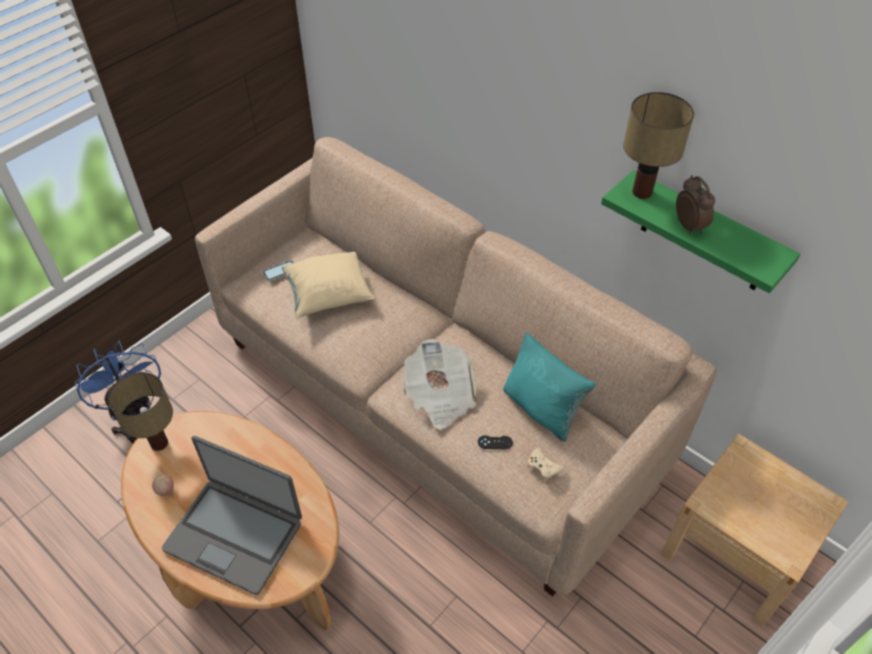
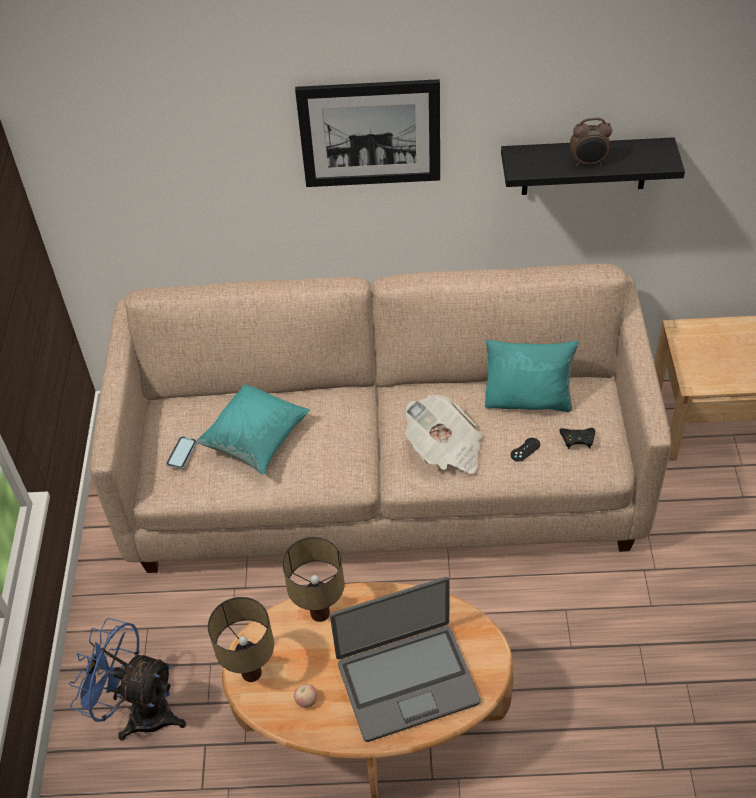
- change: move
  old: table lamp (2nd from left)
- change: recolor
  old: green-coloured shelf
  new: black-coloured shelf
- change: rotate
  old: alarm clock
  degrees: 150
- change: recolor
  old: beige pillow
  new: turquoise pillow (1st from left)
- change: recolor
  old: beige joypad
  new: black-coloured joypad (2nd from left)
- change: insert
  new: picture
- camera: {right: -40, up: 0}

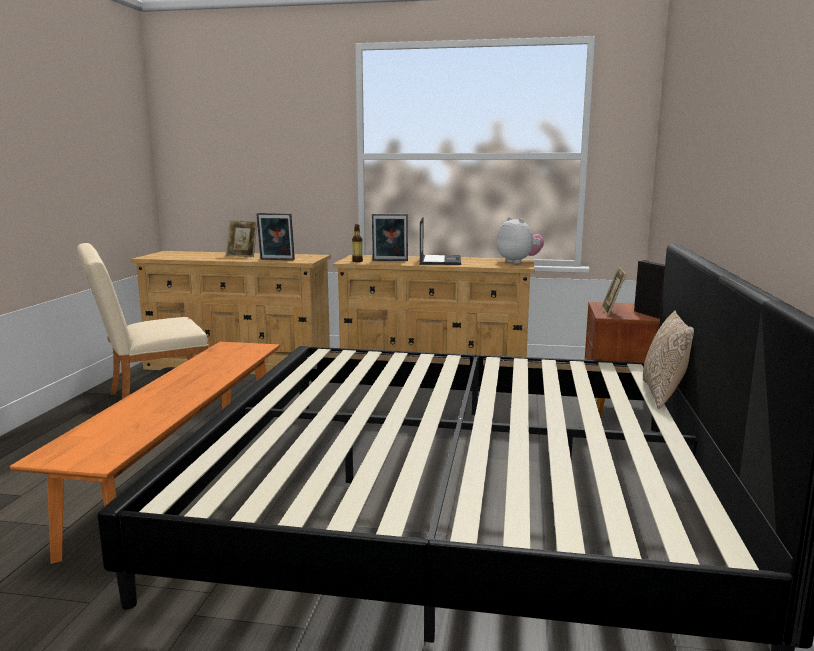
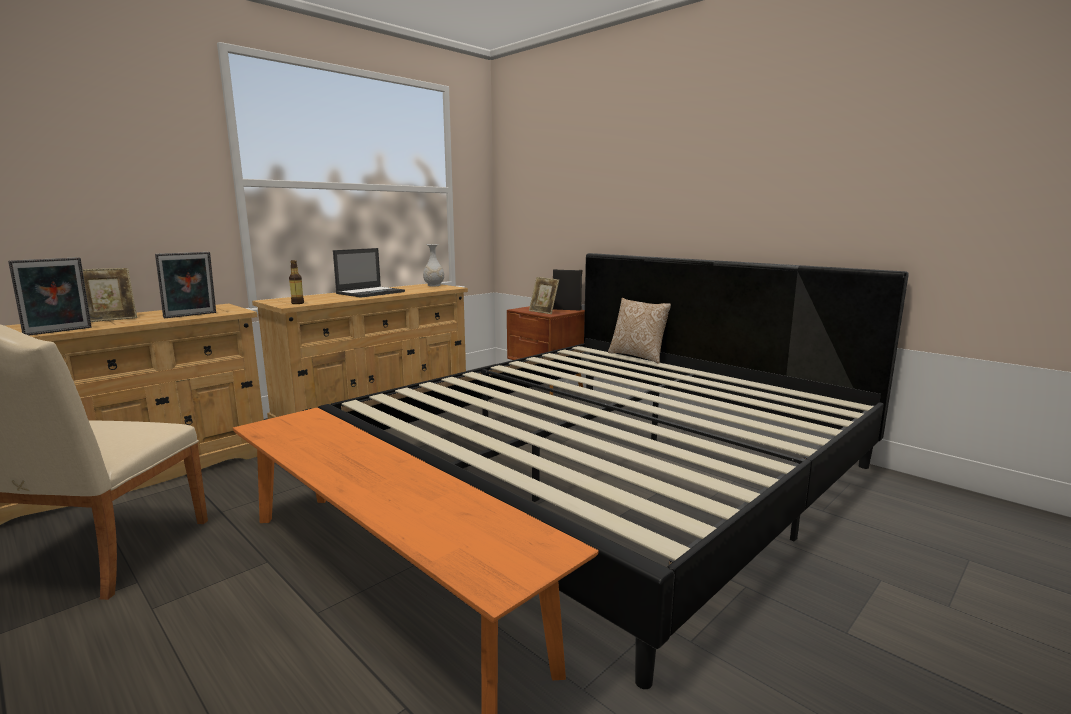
- change: move
  old: photo frame (3rd from left in the first image)
  new: photo frame (1st from left)
- change: rotate
  old: notebook computer
  degrees: 90
- change: replace
  old: soft toy
  new: white-coloured flower vase
- camera: {right: -55, up: 0}

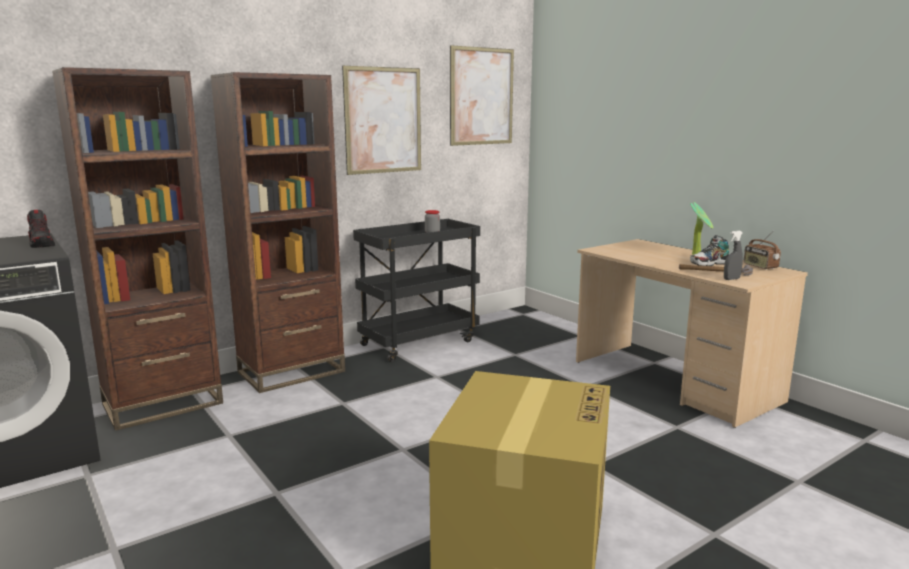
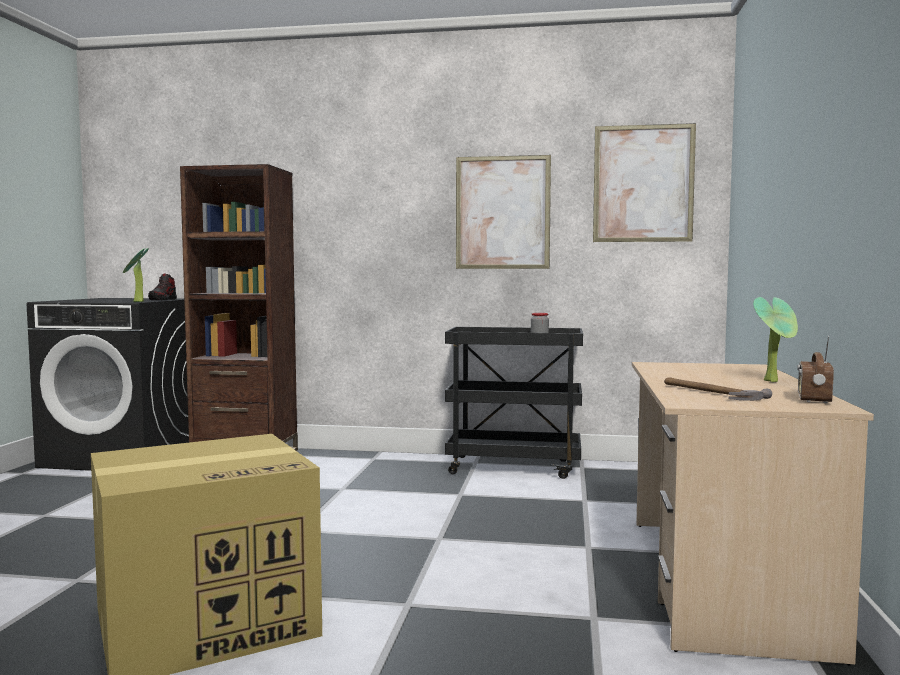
- change: delete
  old: brown-coloured bookcase (2nd from left)
- change: delete
  old: gray spray bottle
- change: delete
  old: item of footwear (2nd from left)
- change: insert
  new: plant in a pot (1st from left)
- camera: {right: 45, up: -10}

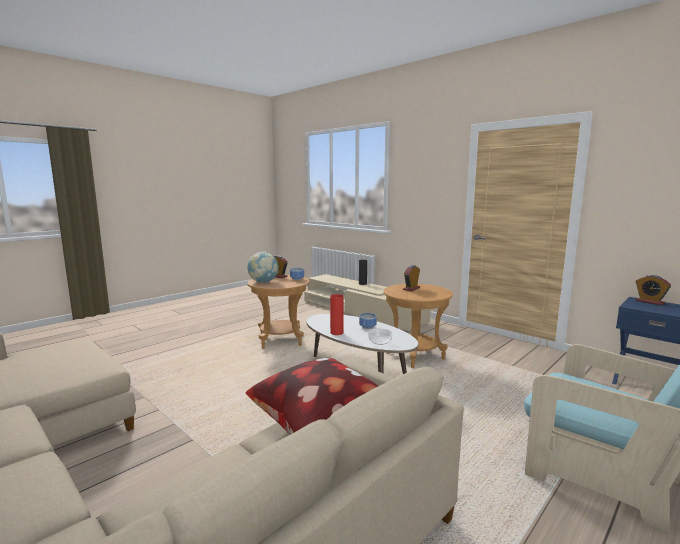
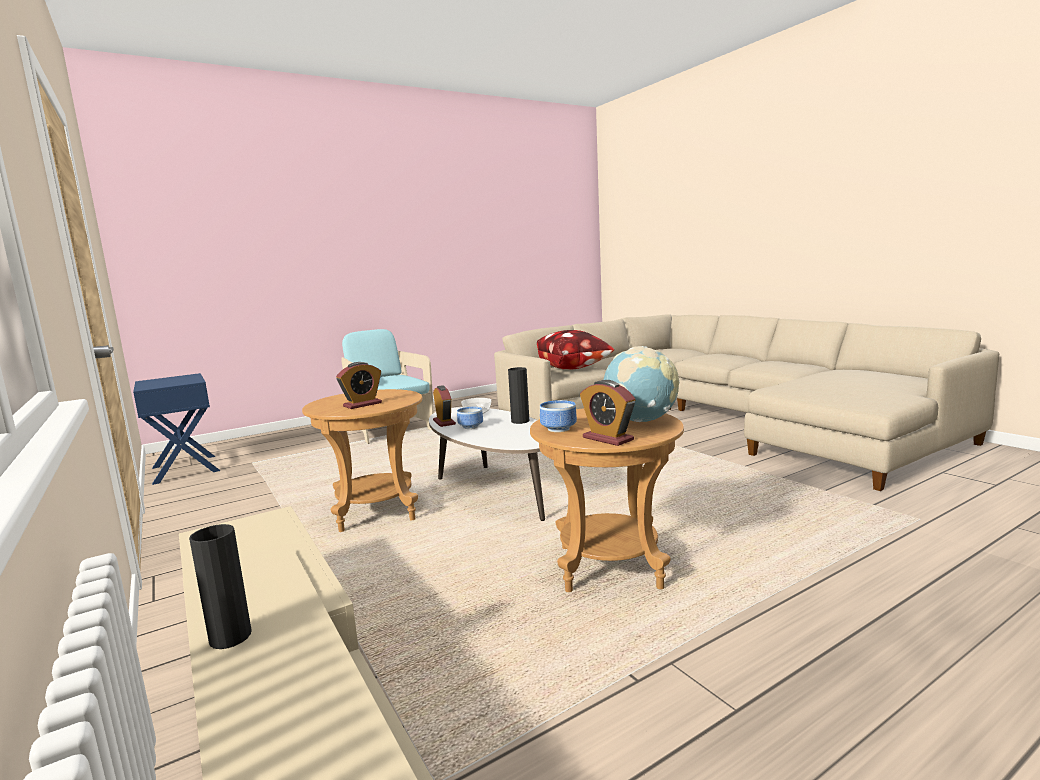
- change: move
  old: alarm clock (3rd from left in the first image)
  new: alarm clock (2nd from left)
- change: recolor
  old: red flower vase
  new: black-coloured flower vase (2nd from left)
- camera: {right: -165, up: 0}

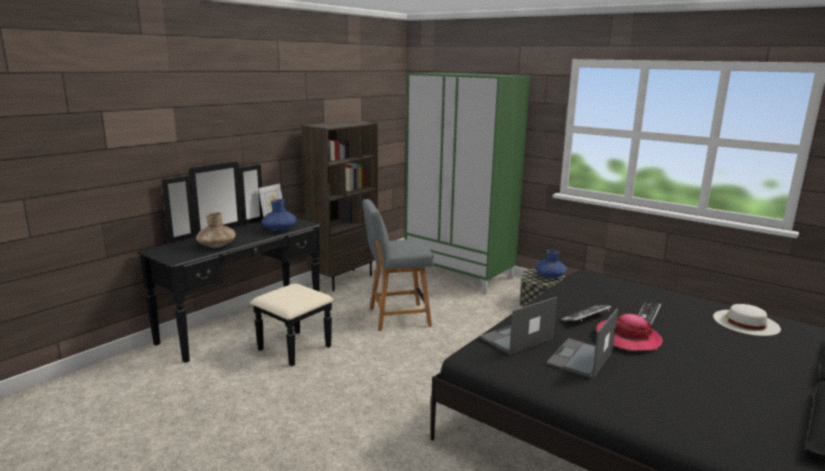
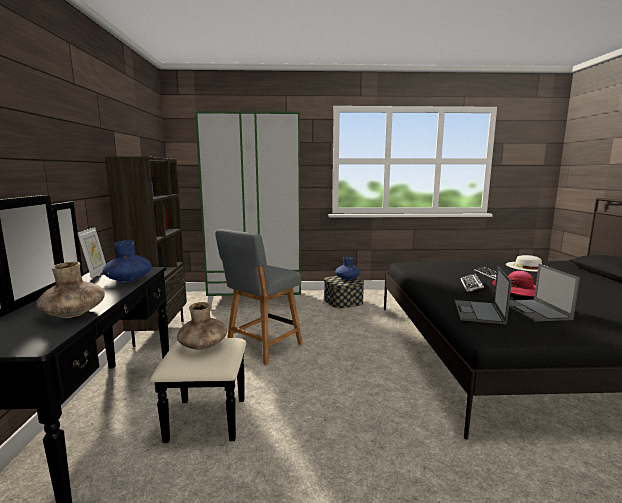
- change: insert
  new: brown-coloured flower vase (2nd from left)
- camera: {right: -40, up: -5}

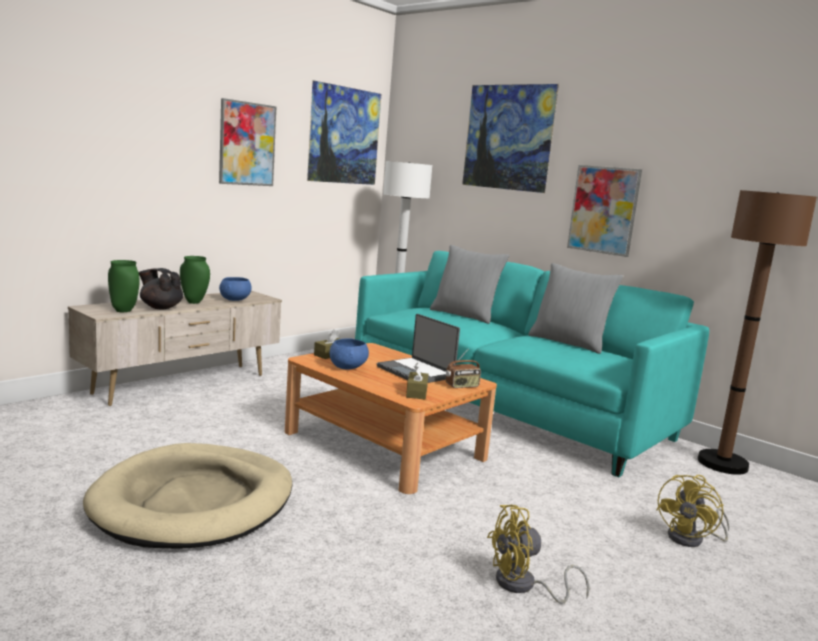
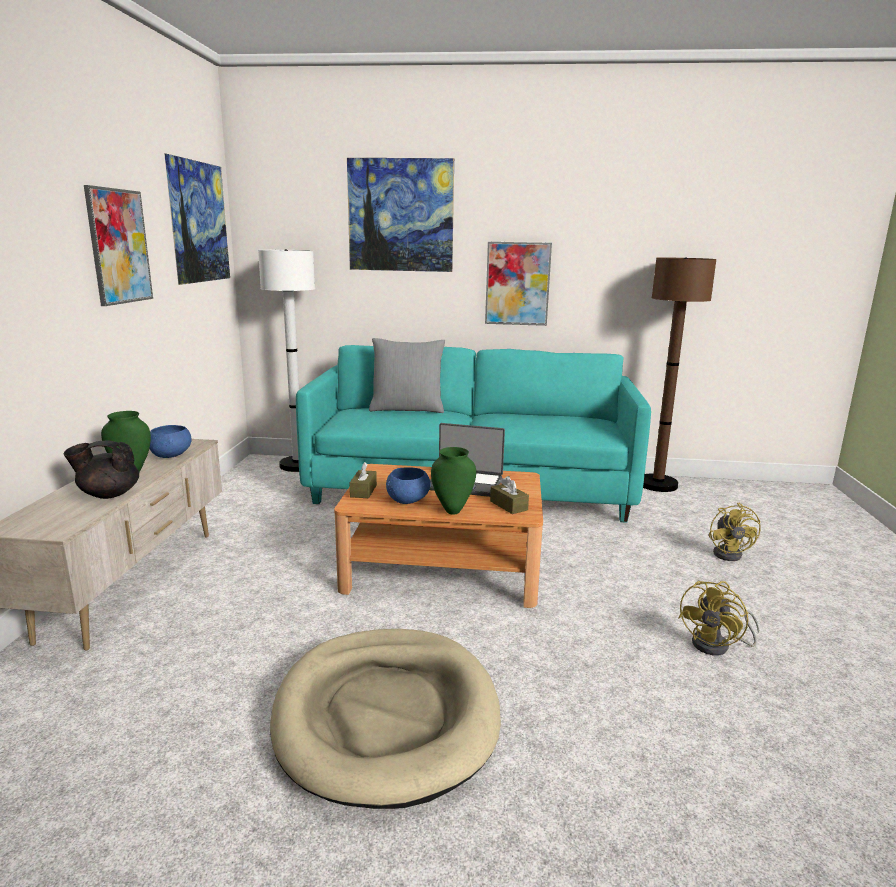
- change: move
  old: green-coloured flower vase (1st from left in the first image)
  new: green-coloured flower vase (2nd from left)
- change: delete
  old: gray pillow (2nd from left)
- change: delete
  old: radio set
- camera: {right: -35, up: 5}

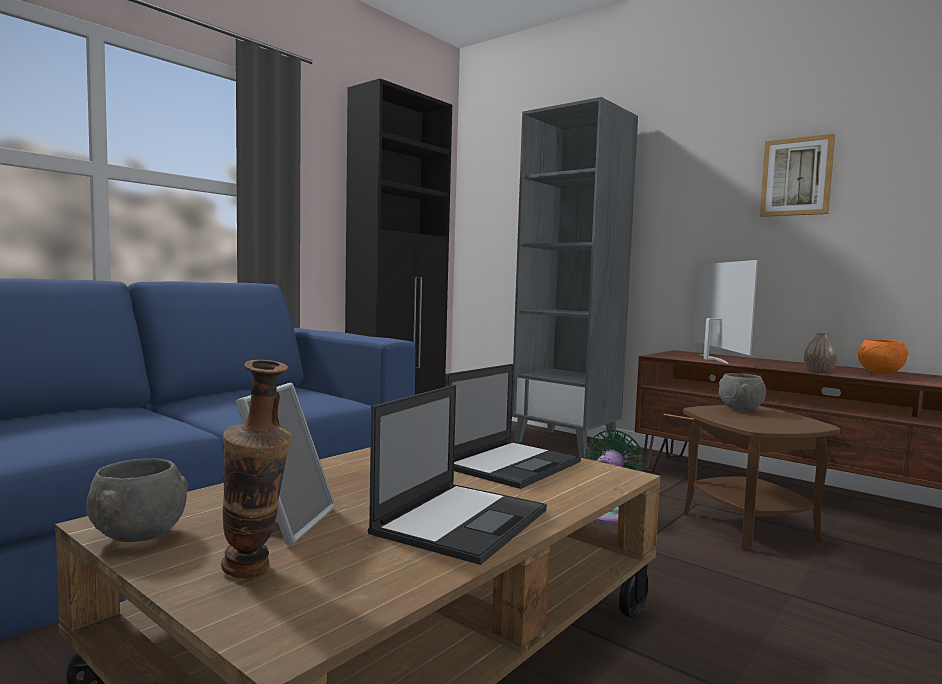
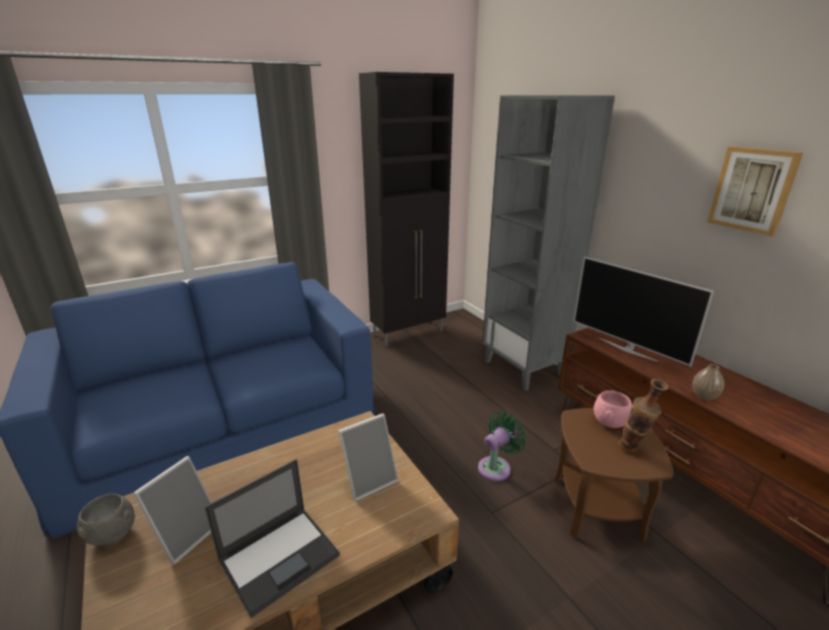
- change: rotate
  old: television
  degrees: 120
- change: delete
  old: orangey bowl
- change: move
  old: flower vase (1st from left)
- change: replace
  old: notebook computer (2nd from left)
  new: photo frame (2nd from left)
- change: recolor
  old: gray bowl (2nd from left)
  new: pink-coloured bowl
- camera: {right: 20, up: 20}

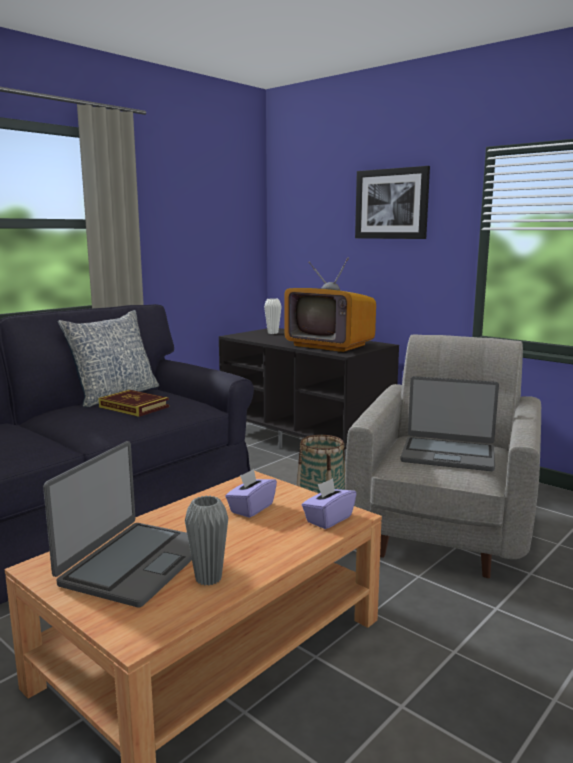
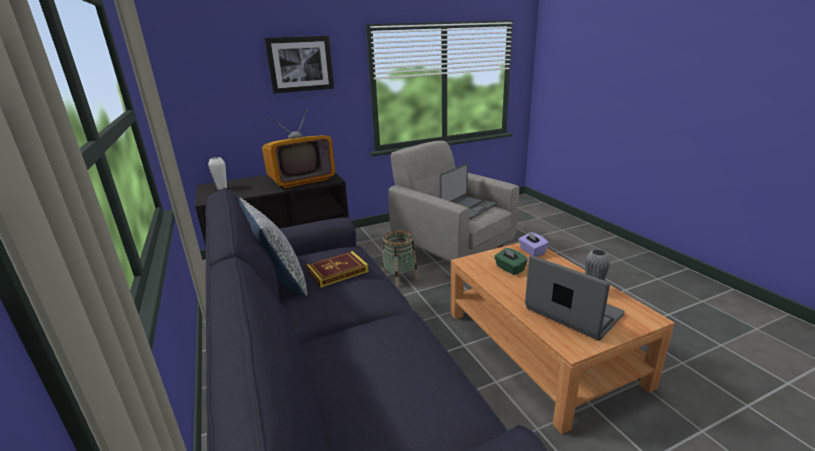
- change: recolor
  old: purple tissue box (1st from left)
  new: green-coloured tissue box
- camera: {right: -65, up: 10}

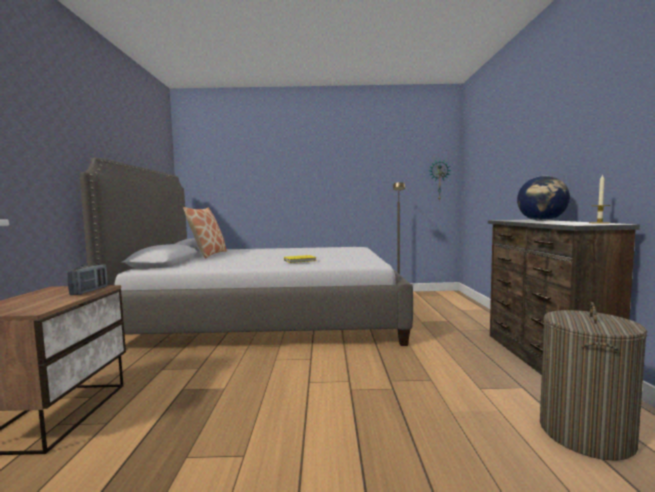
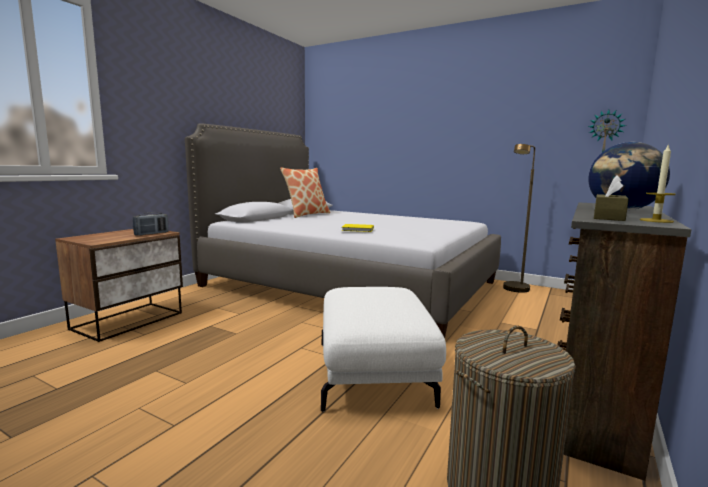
- change: insert
  new: brown-coloured tissue box
- change: insert
  new: white-coloured ottoman
- camera: {right: 30, up: 5}

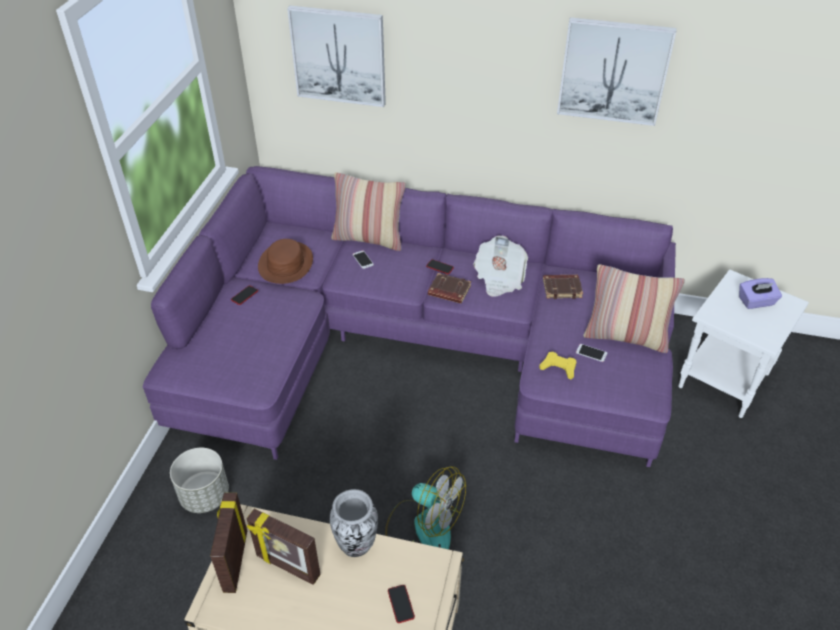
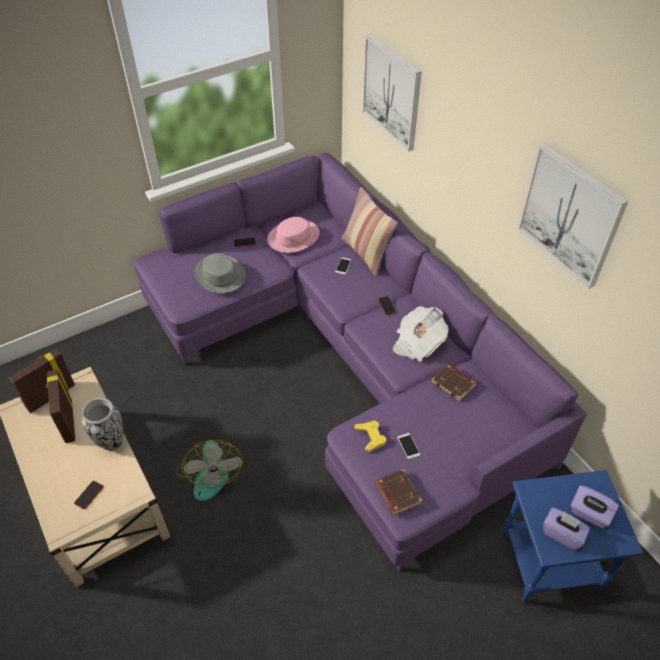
- change: recolor
  old: brown-coloured hat
  new: pink-coloured hat
- change: delete
  old: pillow (2nd from left)
- change: recolor
  old: white-coloured accent table
  new: blue accent table
- change: move
  old: brown-coloured book (1st from left)
- change: delete
  old: gray planter
- change: insert
  new: gray hat
- change: insert
  new: purple tissue box (1st from left)
- camera: {right: 45, up: 5}

